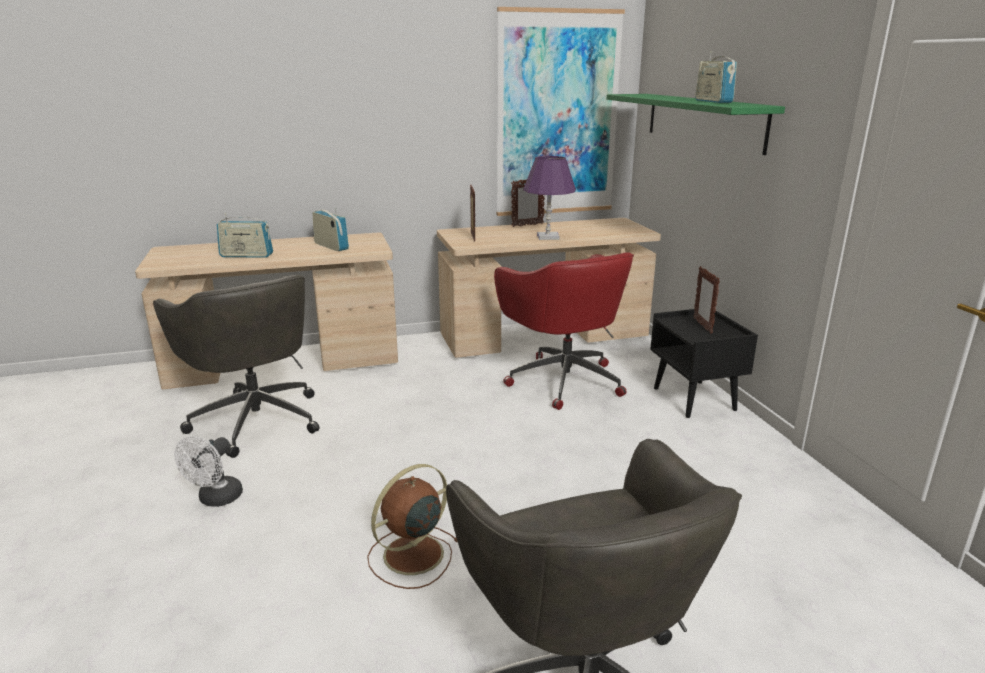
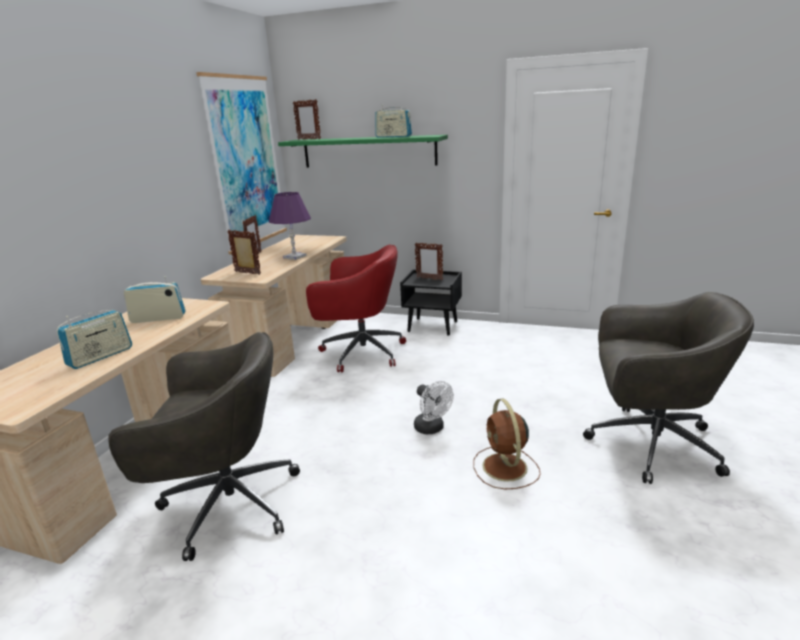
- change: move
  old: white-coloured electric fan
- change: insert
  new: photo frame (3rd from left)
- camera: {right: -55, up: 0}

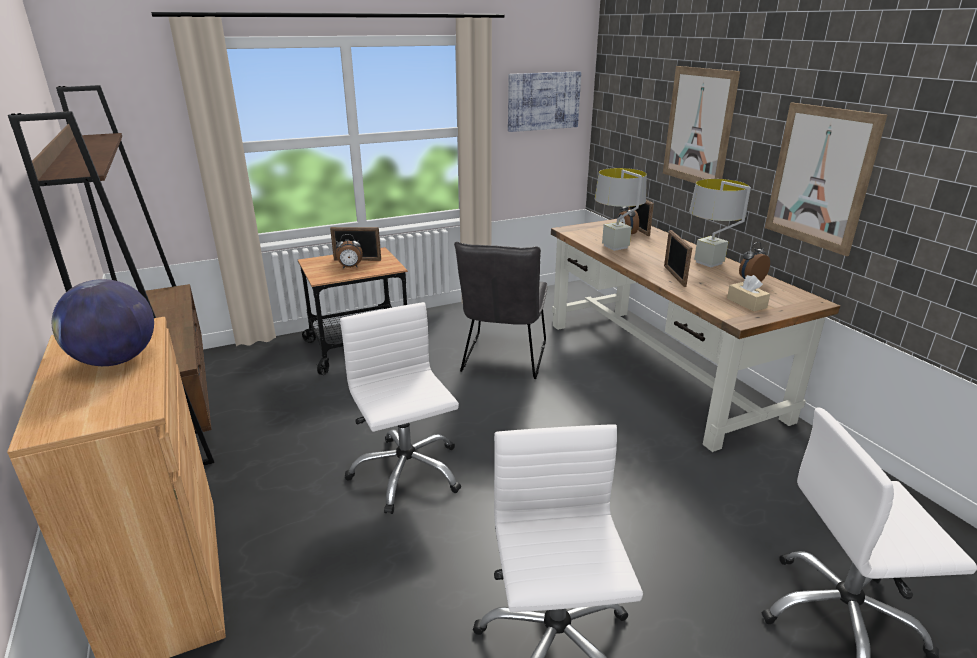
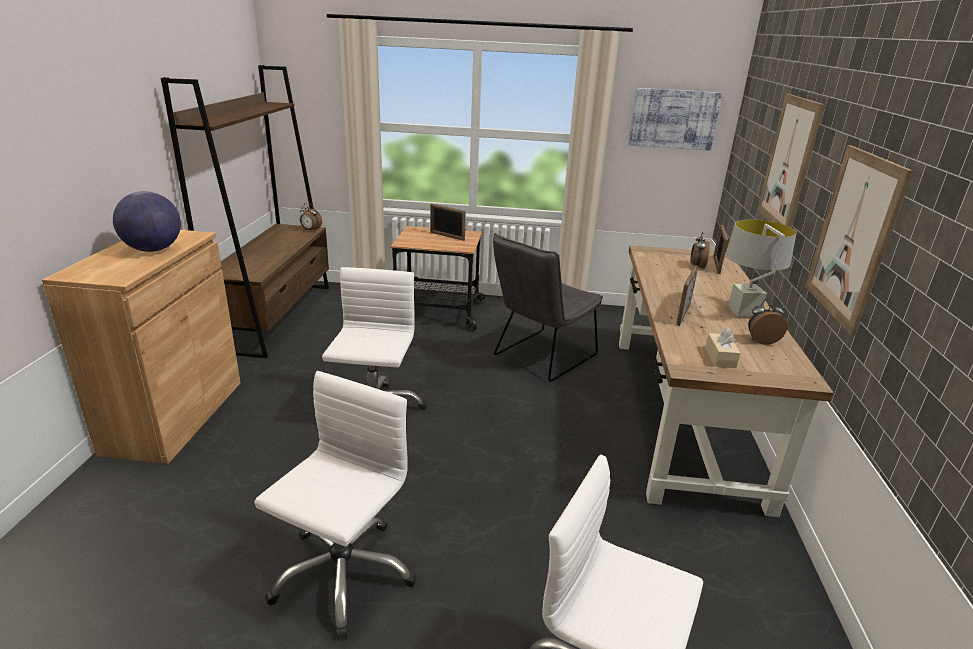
- change: delete
  old: gray table lamp (1st from left)
- change: move
  old: alarm clock (1st from left)
- camera: {right: 30, up: 0}

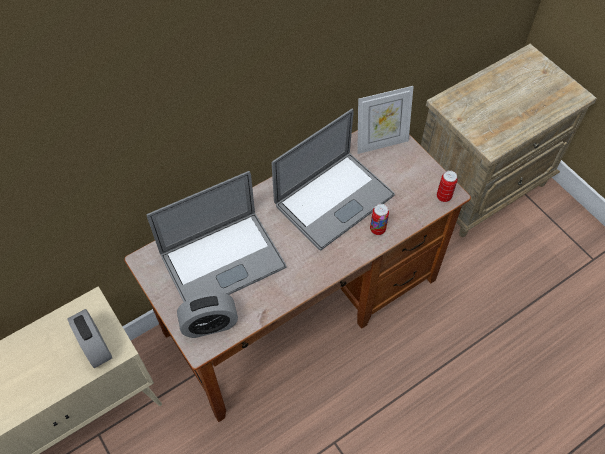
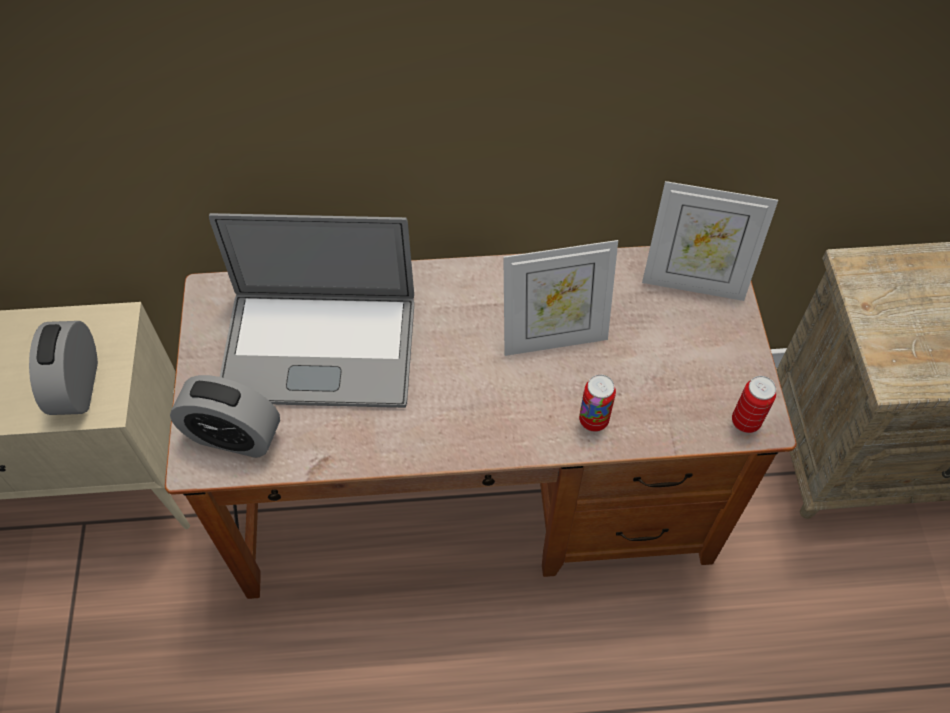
- change: replace
  old: notebook computer (2nd from left)
  new: photo frame (1st from left)
- camera: {right: 30, up: 0}

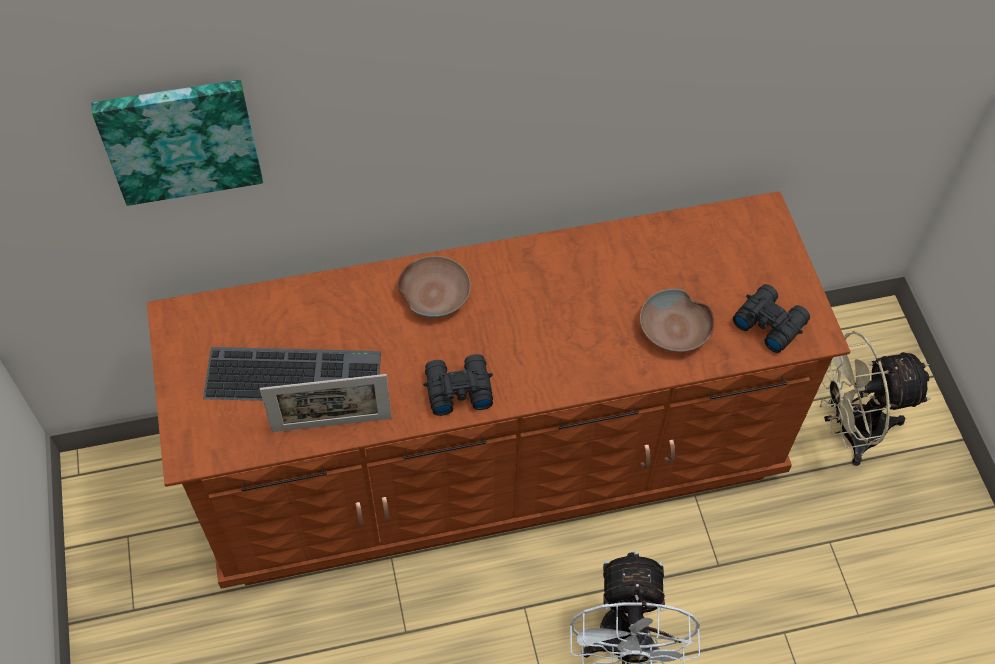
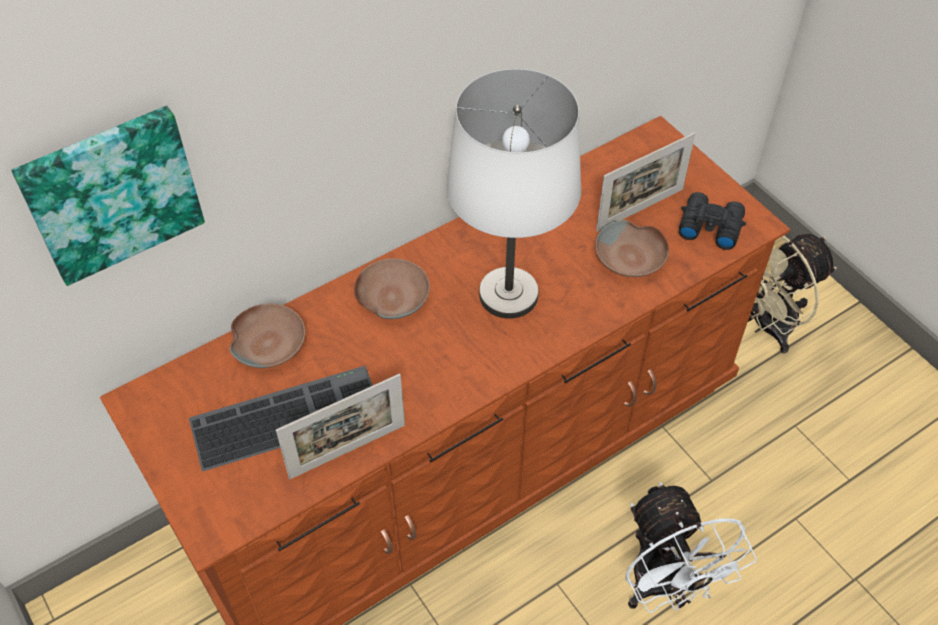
- change: delete
  old: black-coloured binoculars (1st from left)
- change: insert
  new: white-coloured table lamp
- change: insert
  new: photo frame (2nd from left)
- change: insert
  new: brown-coloured bowl (1st from left)
- camera: {right: -20, up: -5}

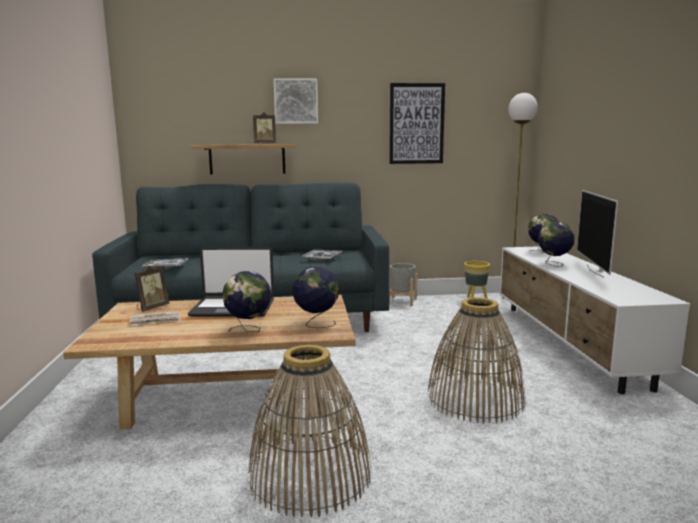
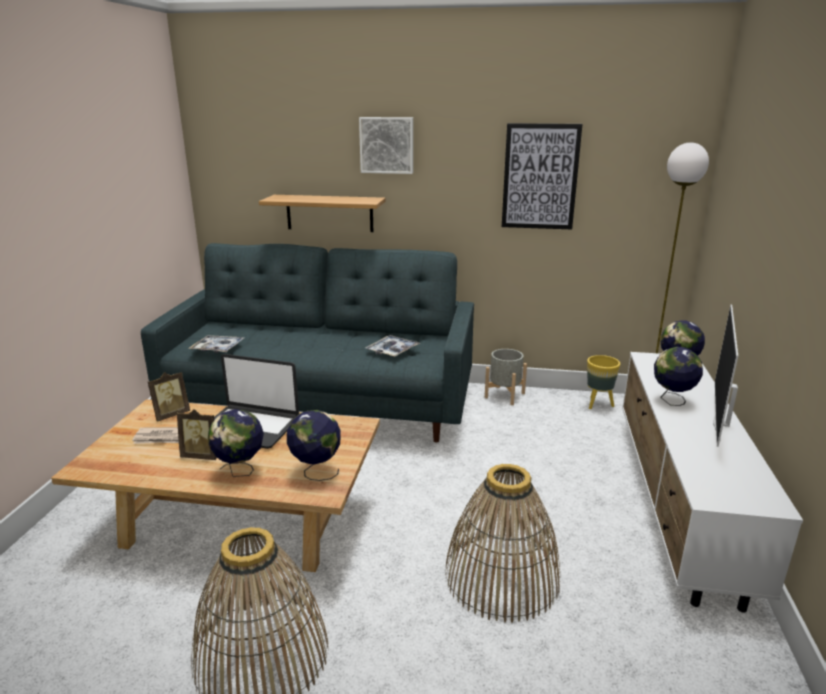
- change: move
  old: photo frame (2nd from left)
- camera: {right: 15, up: 10}

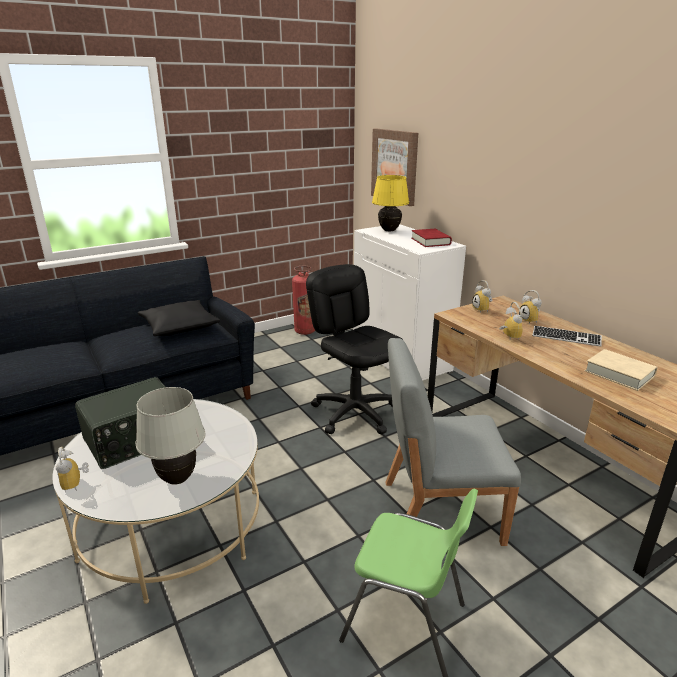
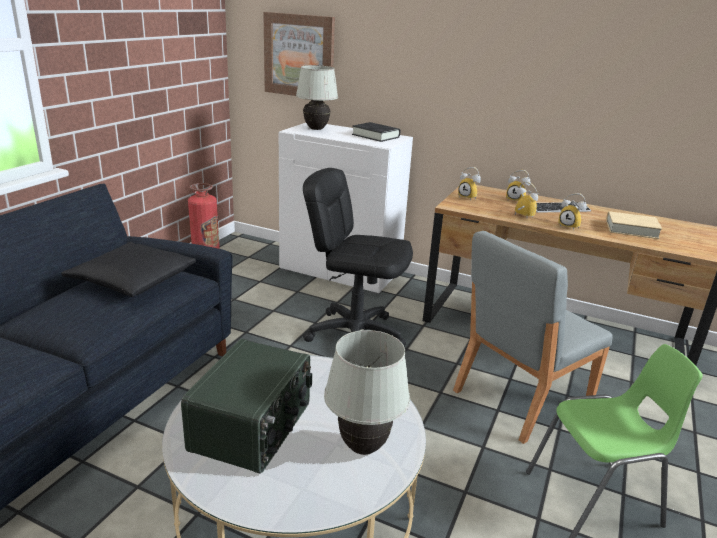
- change: recolor
  old: yellow table lamp
  new: white-coloured table lamp (1st from left)
- change: recolor
  old: red book
  new: black-coloured book
- change: move
  old: alarm clock (1st from left in the first image)
  new: alarm clock (4th from left)
- camera: {right: -35, up: 0}

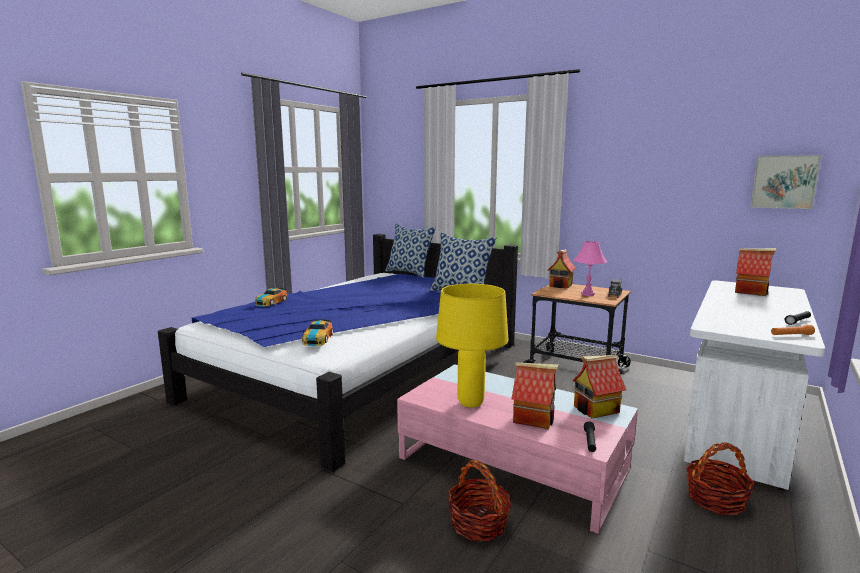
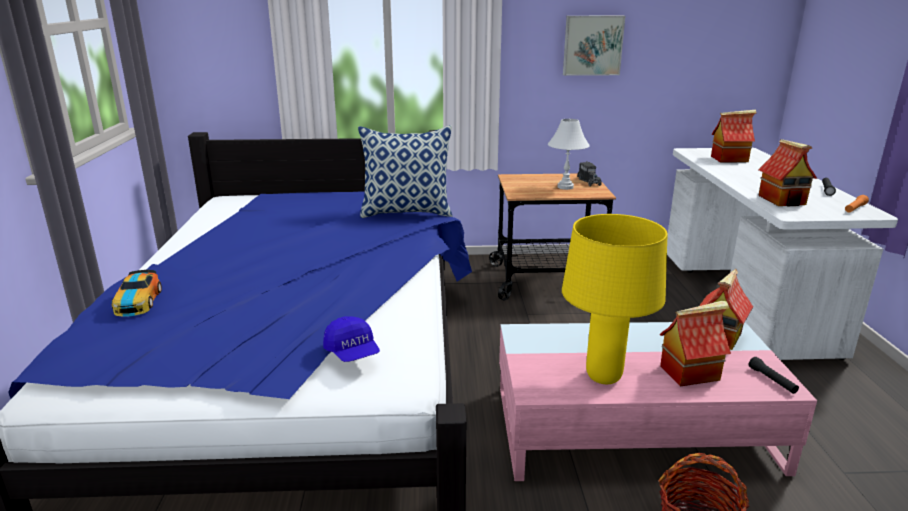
- change: move
  old: picture
- change: delete
  old: pillow (1st from left)
- change: recolor
  old: pink-coloured table lamp
  new: white-coloured table lamp
- change: move
  old: miniature house (2nd from left in the first image)
  new: miniature house (4th from left)
- change: replace
  old: miniature car (2nd from left)
  new: blue peaked cap
- change: delete
  old: household basket (2nd from left)
- camera: {right: -35, up: 10}

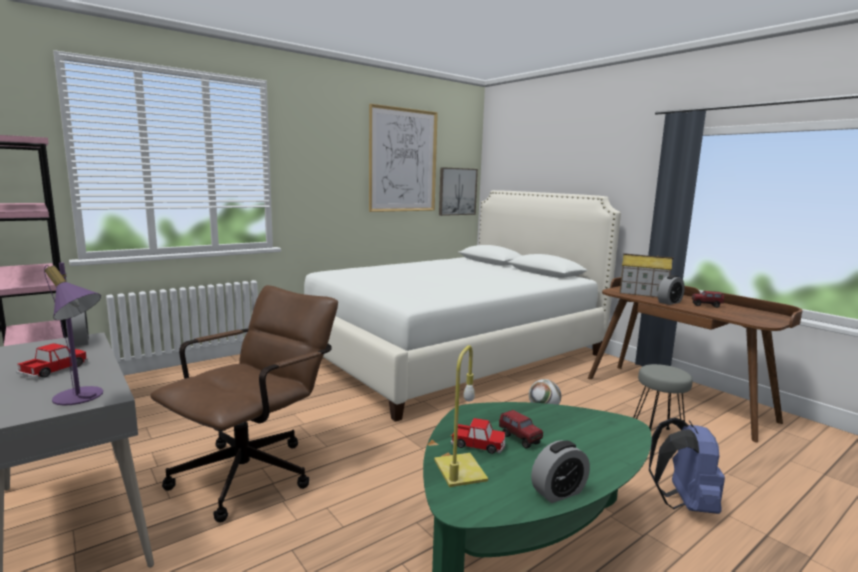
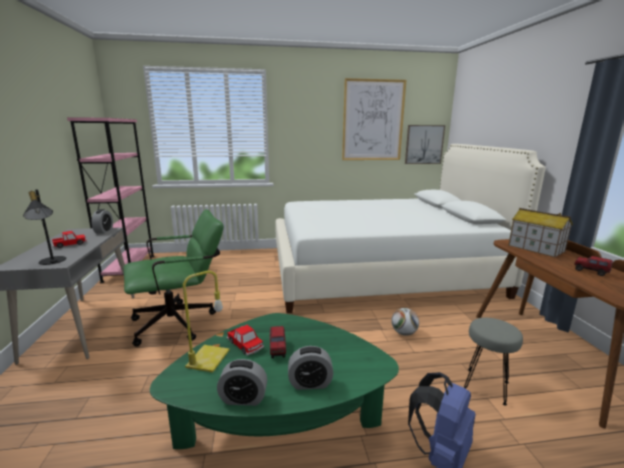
- change: recolor
  old: purple table lamp
  new: black-coloured table lamp
- change: move
  old: alarm clock (3rd from left)
- change: recolor
  old: brown-coloured computer chair
  new: green-coloured computer chair
- camera: {right: 30, up: 5}

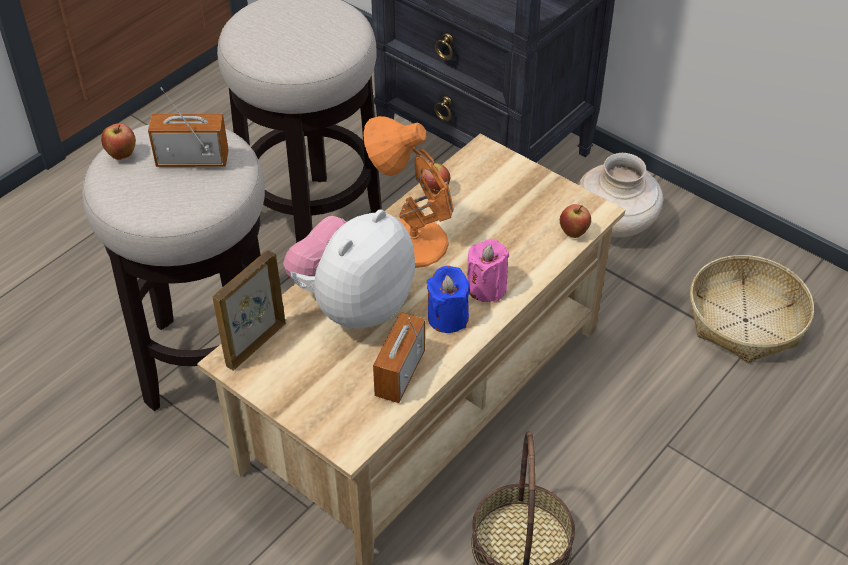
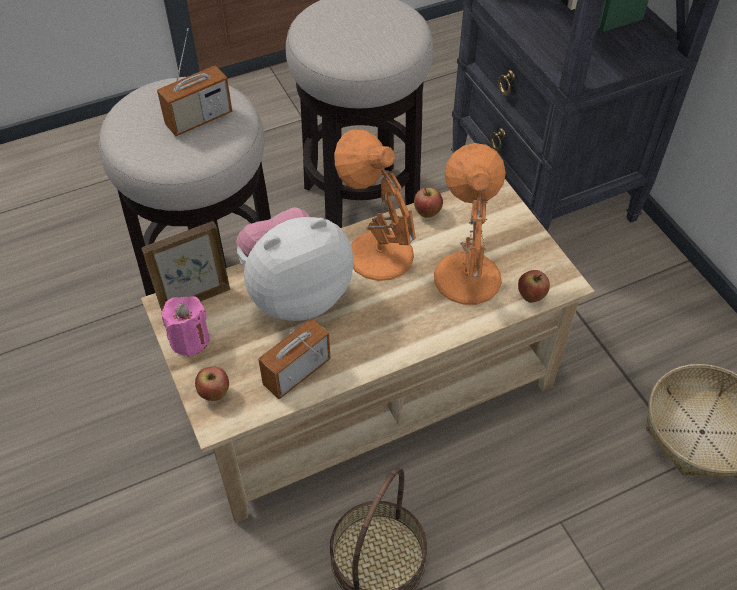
- change: rotate
  old: radio set (1st from left)
  degrees: 120
- change: move
  old: apple fruit (1st from left)
- change: delete
  old: beige flower vase
- change: move
  old: pink-coloured candle
- change: delete
  old: blue candle
- change: insert
  new: orangey table lamp (2nd from left)
- camera: {right: 25, up: 5}

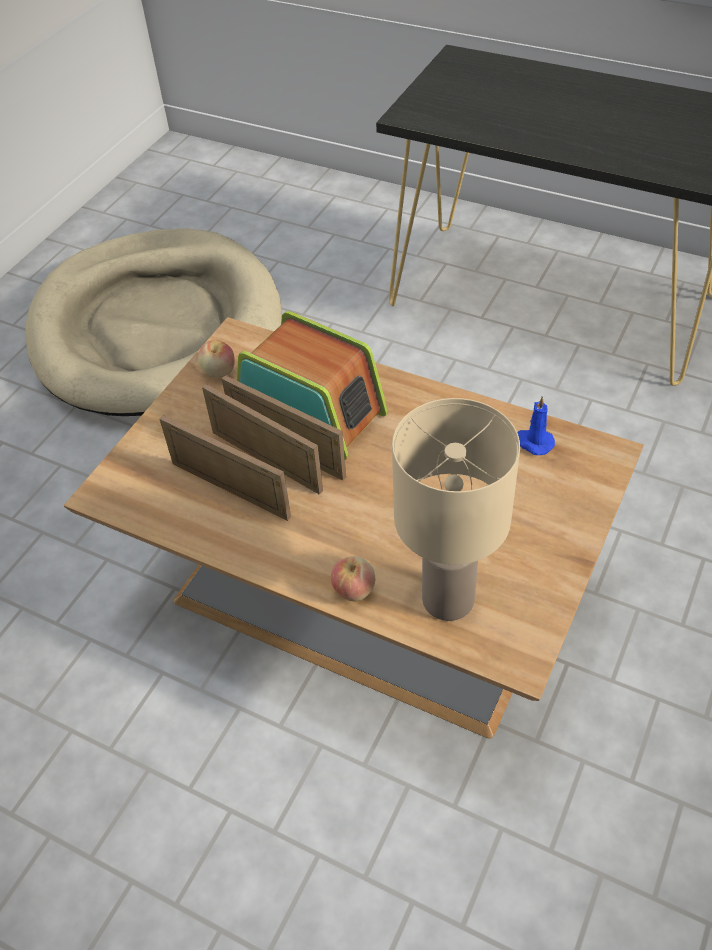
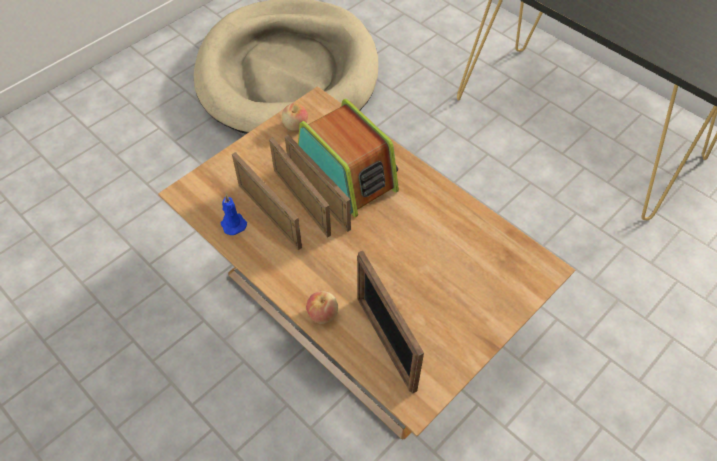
- change: move
  old: blue candle
- change: replace
  old: beige table lamp
  new: photo frame (4th from left)
- camera: {right: 15, up: 5}

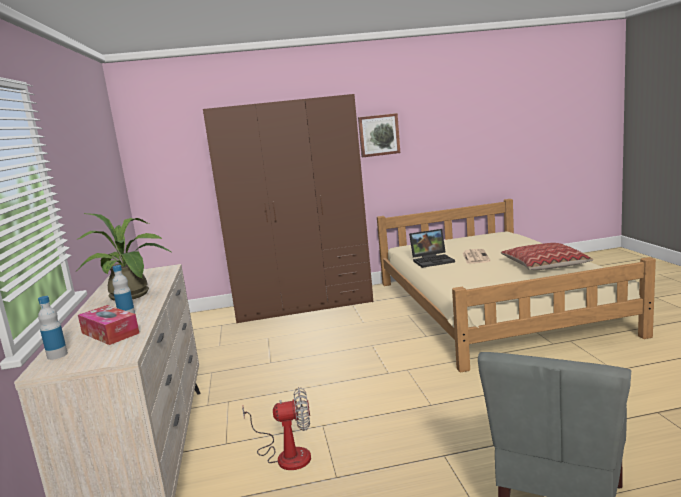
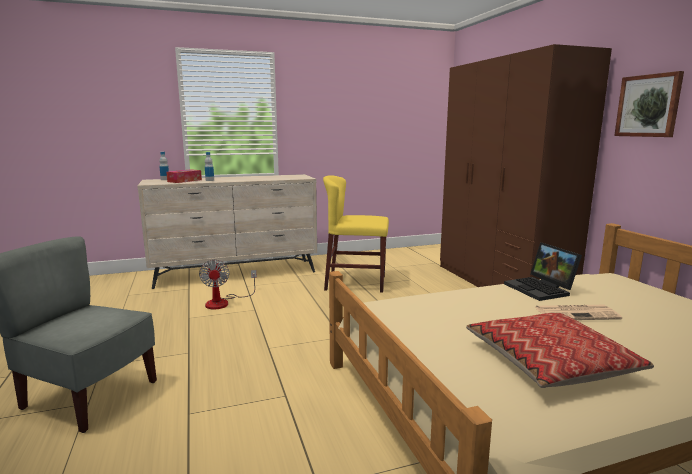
- change: delete
  old: plant in a pot
- change: insert
  new: yellow chair
- camera: {right: 80, up: 0}

